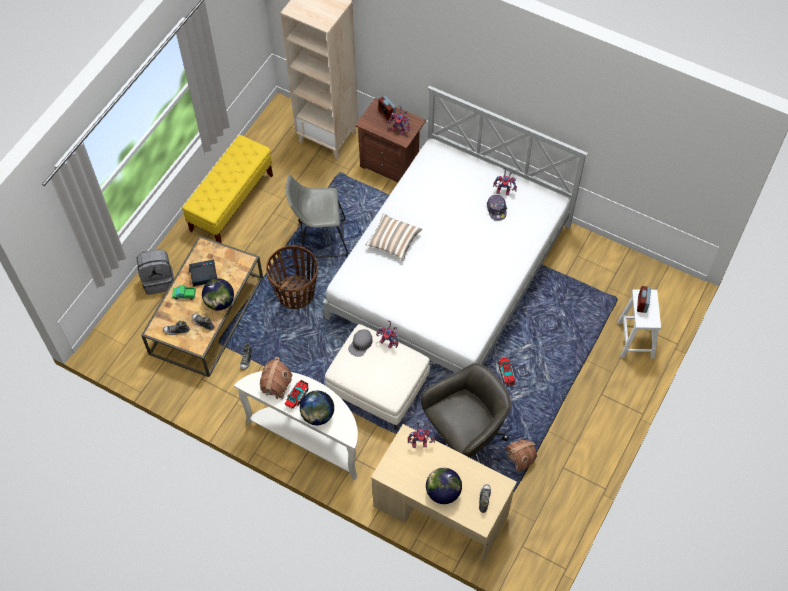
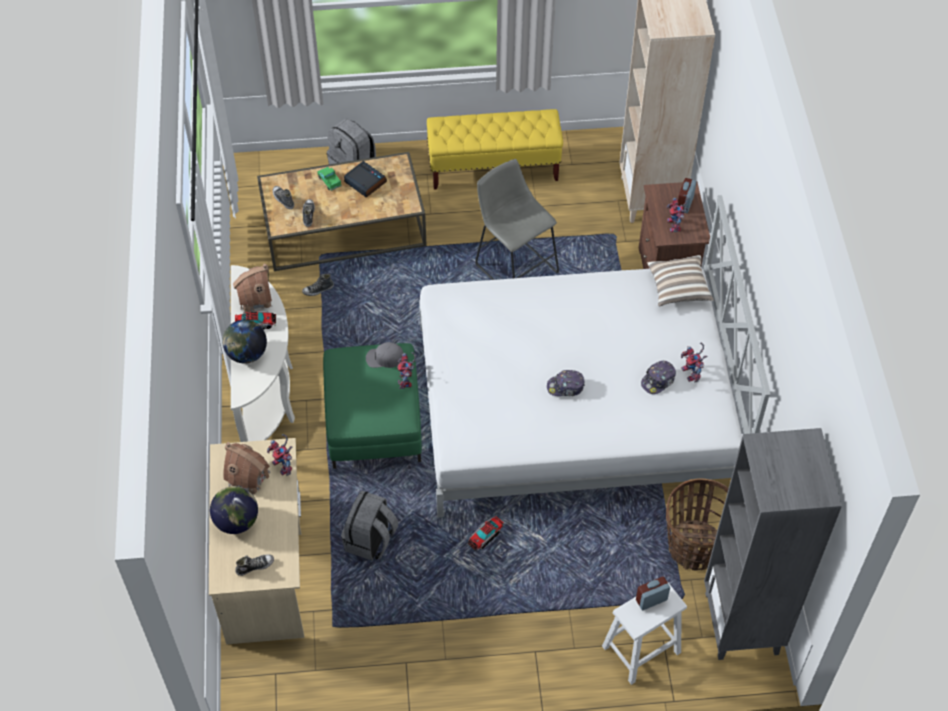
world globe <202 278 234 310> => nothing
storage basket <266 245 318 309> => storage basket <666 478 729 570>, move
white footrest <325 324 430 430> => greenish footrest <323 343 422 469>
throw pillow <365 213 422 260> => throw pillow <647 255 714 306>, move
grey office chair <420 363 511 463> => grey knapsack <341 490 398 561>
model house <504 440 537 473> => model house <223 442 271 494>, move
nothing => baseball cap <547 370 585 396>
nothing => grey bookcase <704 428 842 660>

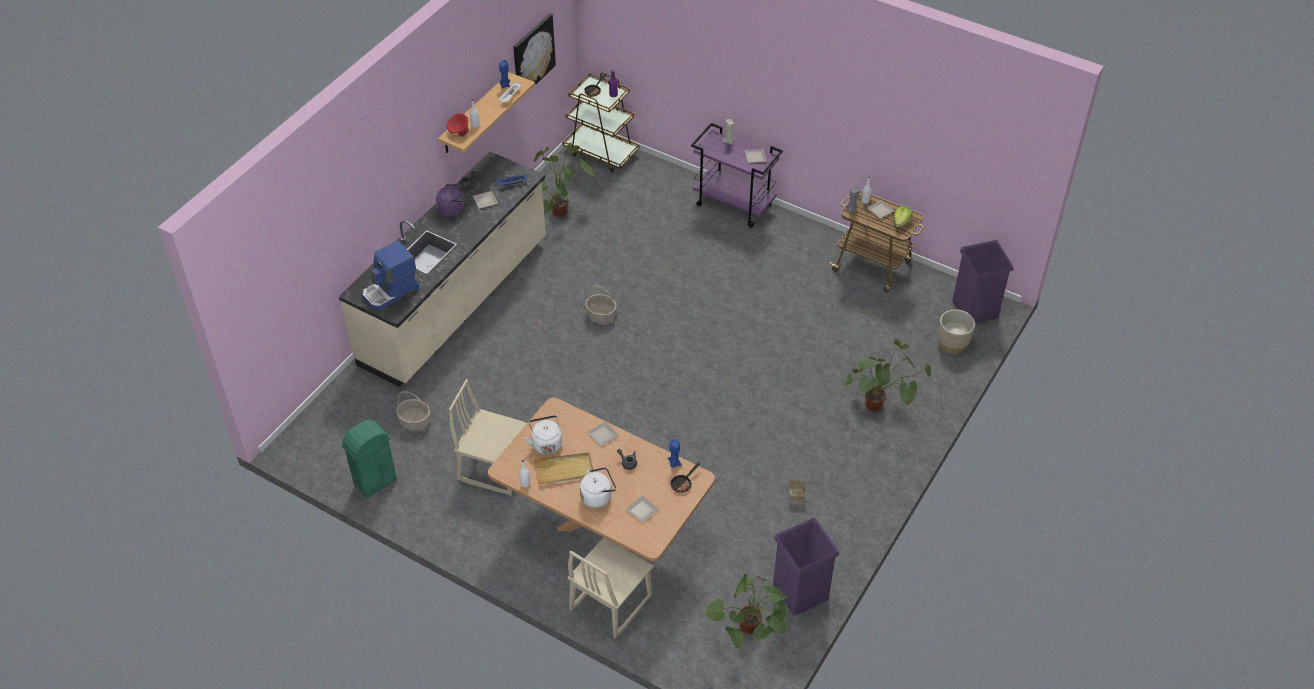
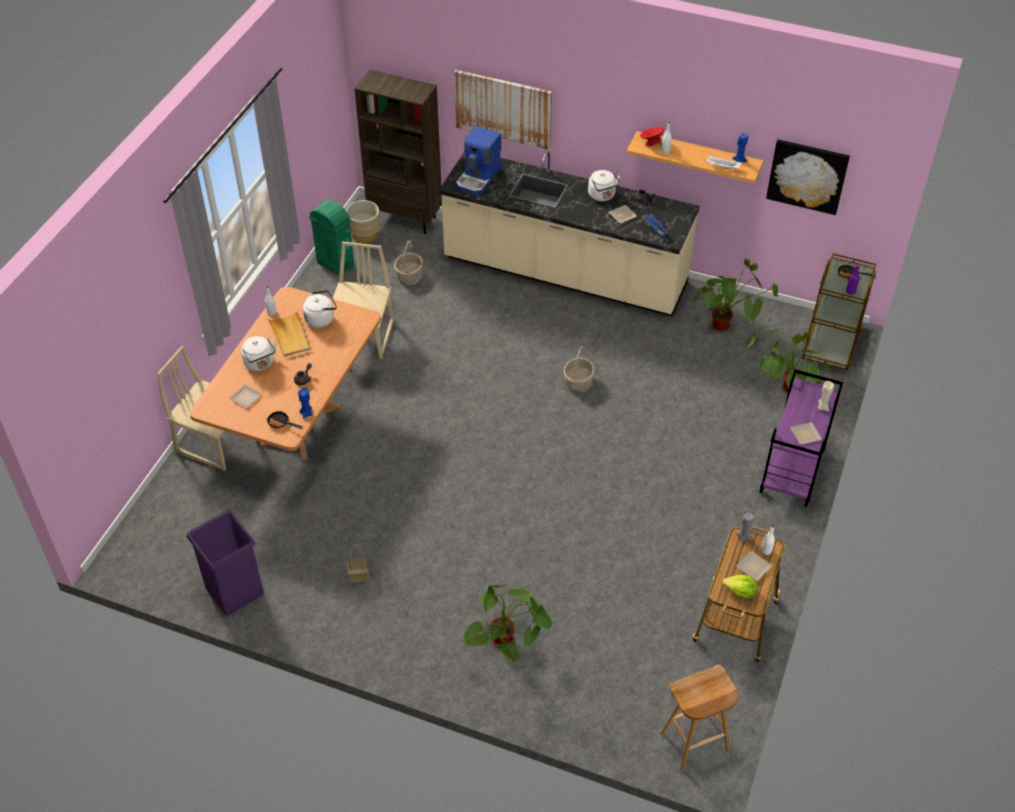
coffee brewer <363 240 419 310> => coffee brewer <456 126 502 195>, 105 degrees counterclockwise
purple-coloured water kettle <436 184 465 217> => white water kettle <588 170 621 201>
dinner plate <587 421 619 446> => nothing
potted plant <704 574 787 649> => potted plant <745 328 830 394>, move
beige-coloured planter <938 309 975 354> => beige-coloured planter <346 200 380 243>, move
purple-coloured rubbish bin <952 240 1013 323> => brown-coloured stool <660 665 738 771>
nothing => brown-coloured bookcase <354 70 442 234>
nothing => picture <454 70 552 150>

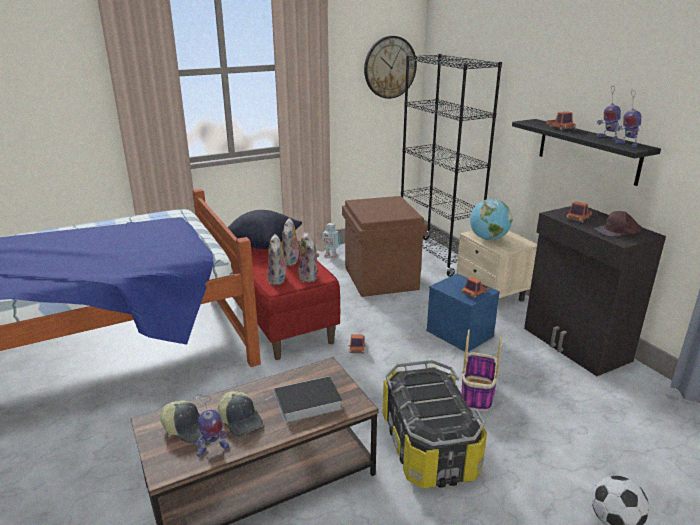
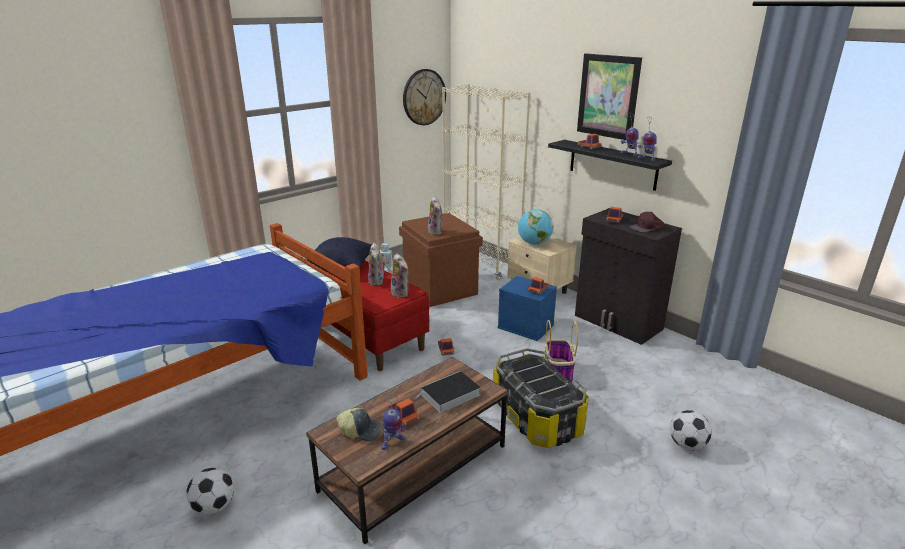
baseball cap <218 391 263 437> => toy lorry <387 398 420 426>
cuddly toy <267 234 289 285> => cuddly toy <428 196 444 235>, move
blackish bookcase <401 54 502 277> => beige-coloured bookcase <442 84 531 280>
nothing => ball for football <186 468 234 515>
nothing => picture <577 53 642 140>

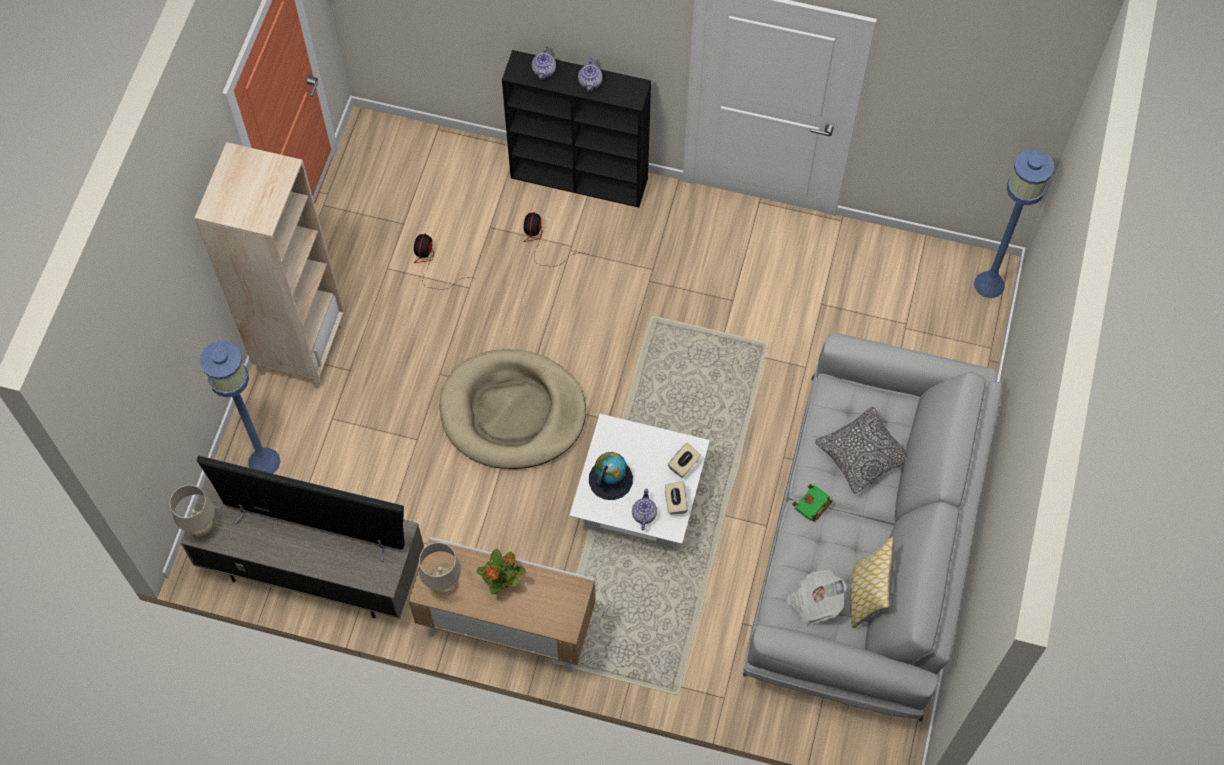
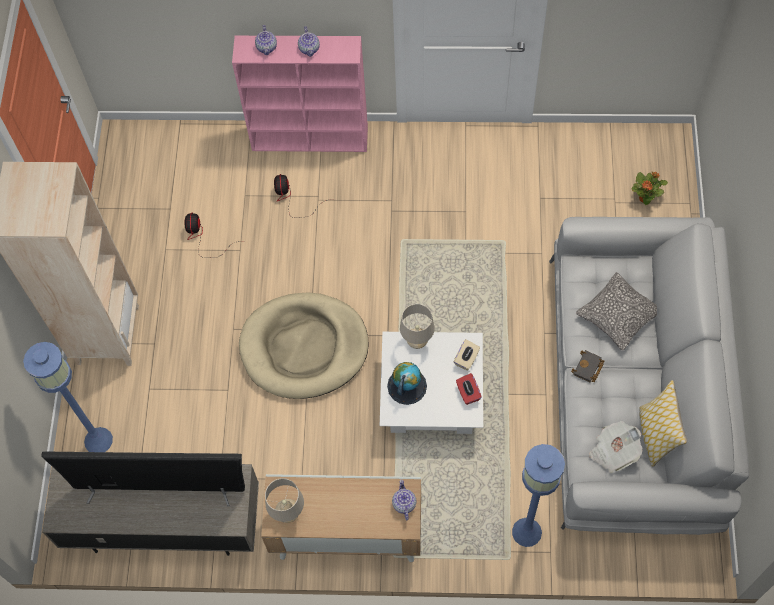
beige-coloured tabletop lamp <170 485 215 536> => beige-coloured tabletop lamp <400 304 435 349>, move
potted plant <476 549 526 594> => potted plant <632 172 668 205>, move
blackish bookcase <502 50 651 208> => pink bookcase <232 36 368 152>
tea pot <632 488 657 530> => tea pot <392 479 416 521>, move
beige-coloured box of tissues <665 481 688 515> => red-coloured box of tissues <456 373 482 405>
greenish volume <792 484 833 522> => blackish volume <571 350 605 382>
blue standard lamp <974 149 1054 298> => blue standard lamp <512 444 565 547>, move

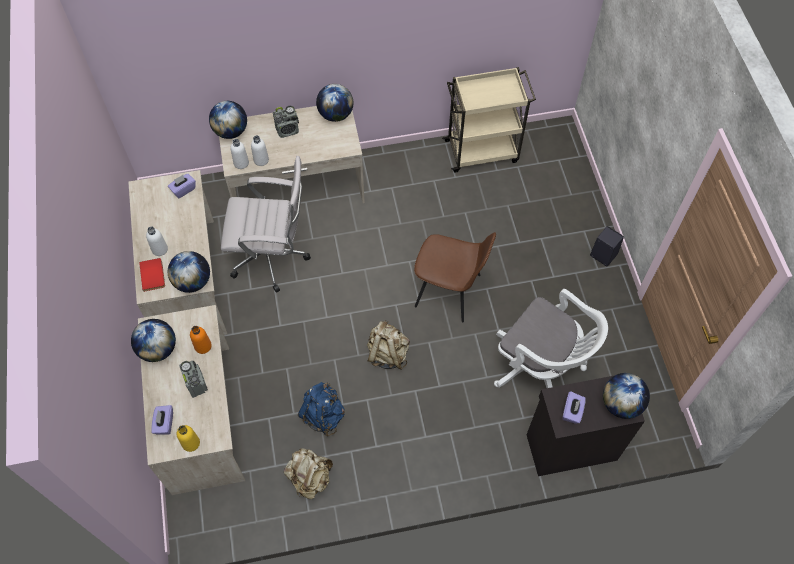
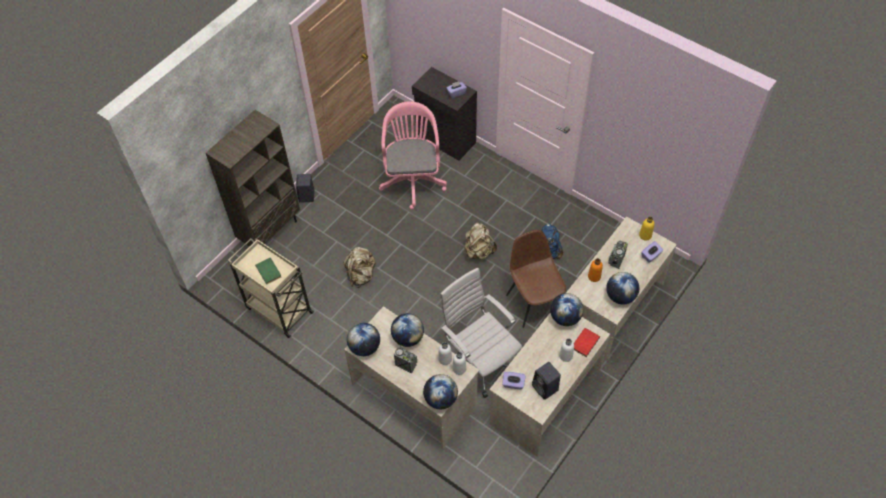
beige-coloured knapsack <284 448 333 499> => beige-coloured knapsack <343 247 376 288>, move
brown-coloured plain chair <414 232 496 322> => brown-coloured plain chair <506 230 566 328>, move
white office chair <494 289 608 388> => pink office chair <379 101 447 209>
world globe <603 373 650 419> => world globe <391 313 424 347>, move
nothing => brown-coloured bookcase <206 110 300 247>
nothing => greenish volume <255 258 281 285>
nothing => blackish speaker <532 362 561 400>

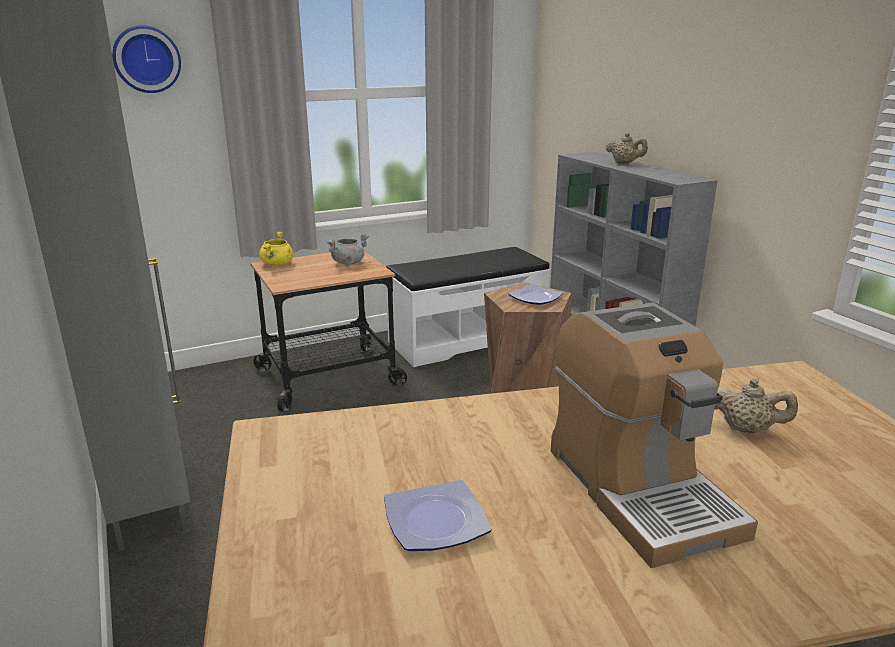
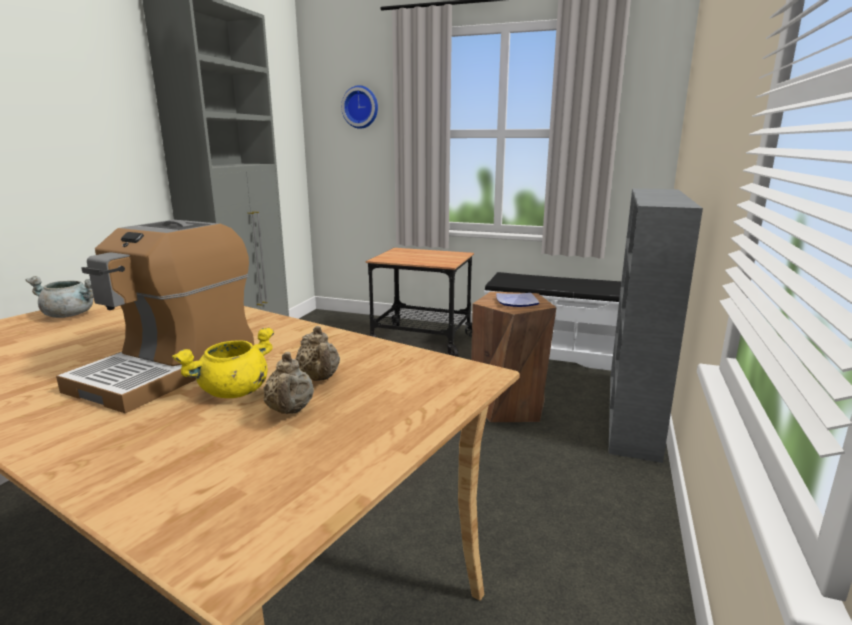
yellowish cooking pot <259 231 293 266> => yellowish cooking pot <172 327 274 398>, move
grey cooking pot <327 233 369 265> => grey cooking pot <26 276 94 318>, move
dinner plate <384 480 492 551> => nothing
beige-coloured tea pot <606 133 648 163> => beige-coloured tea pot <264 352 314 414>, move

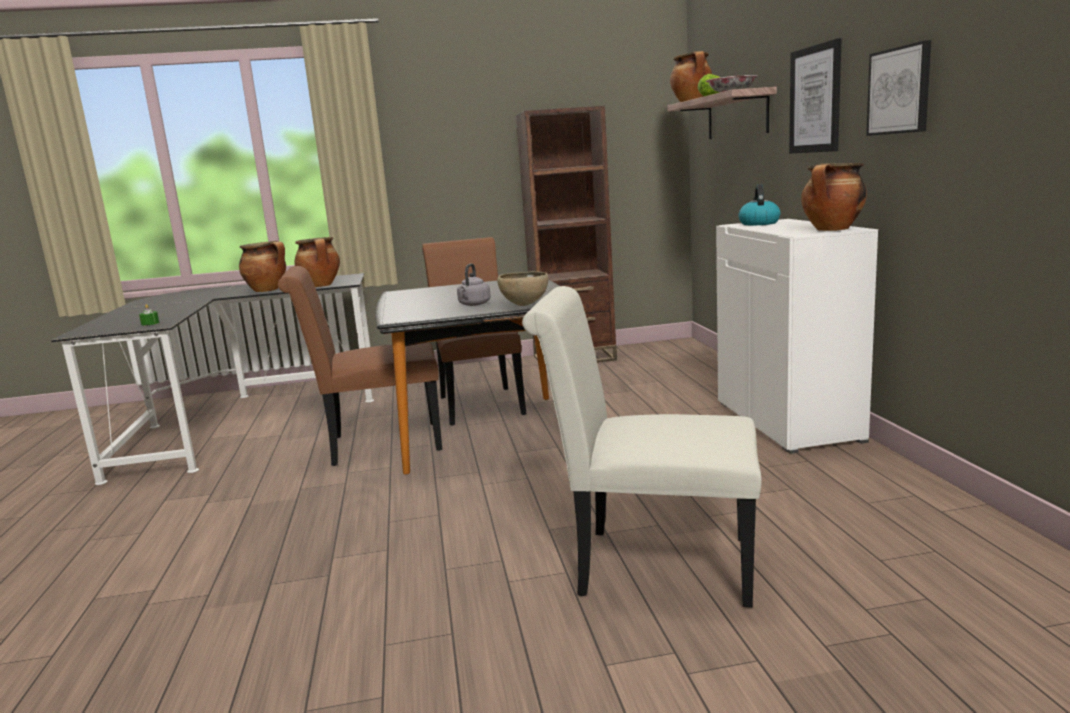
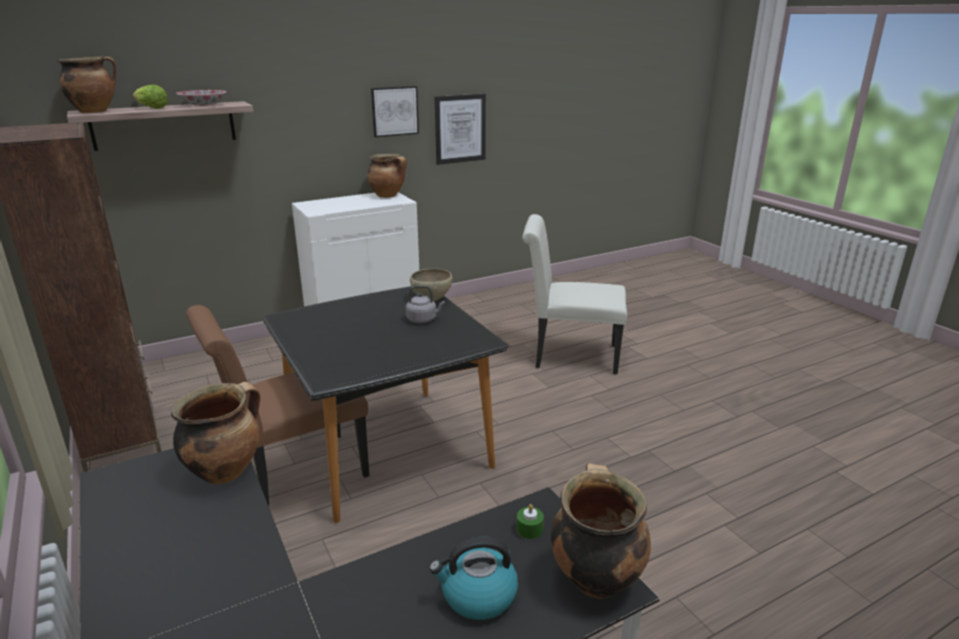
cooking pot <239 241 286 292> => cooking pot <551 463 651 599>, move
brown-coloured plain chair <278 266 442 466> => nothing
white plain chair <522 286 762 607> => white plain chair <522 214 627 374>, 105 degrees clockwise
water kettle <739 185 780 225> => water kettle <429 537 518 620>, move
picture <789 38 842 153> => picture <435 94 486 165>, move

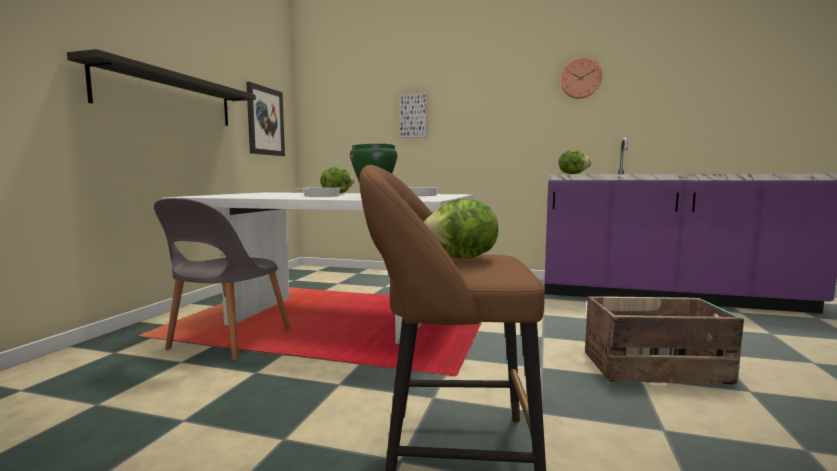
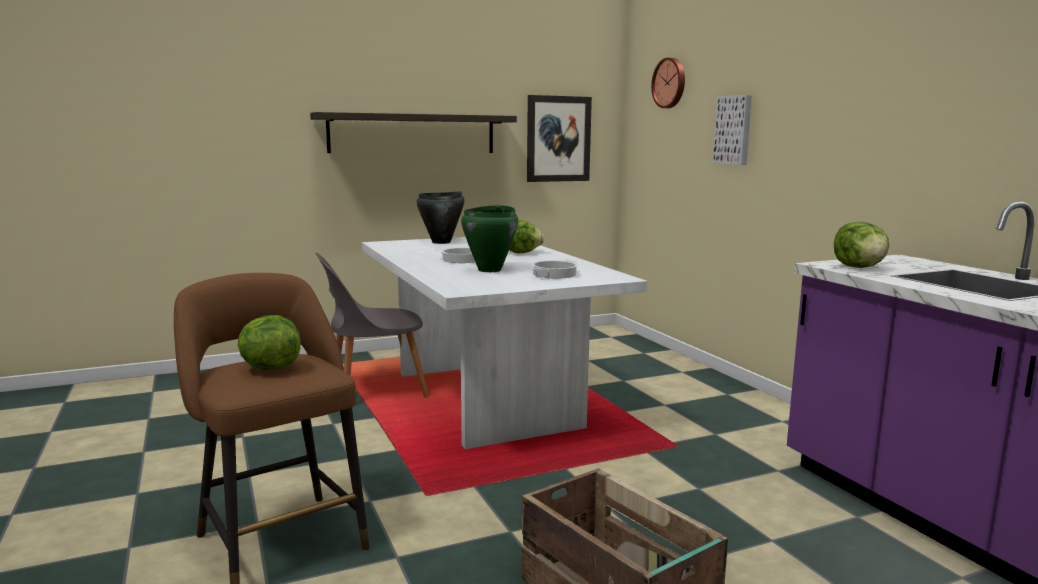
clock on the wall <561 58 602 99> => clock on the wall <651 58 685 108>, move
nothing => blackish cooking pot <416 191 464 244>

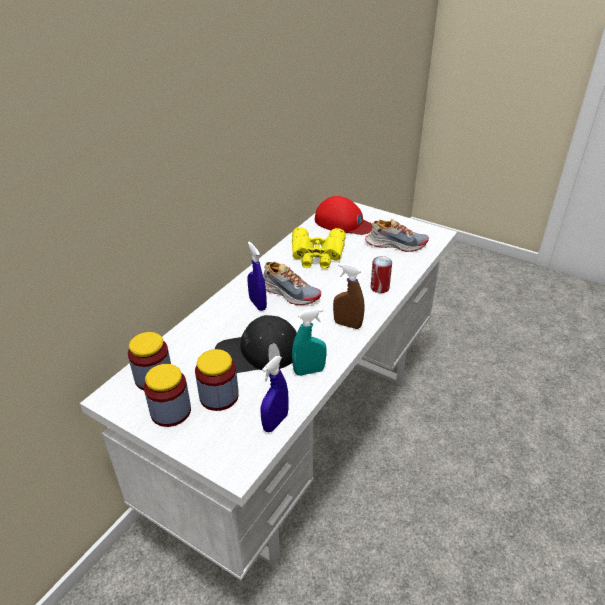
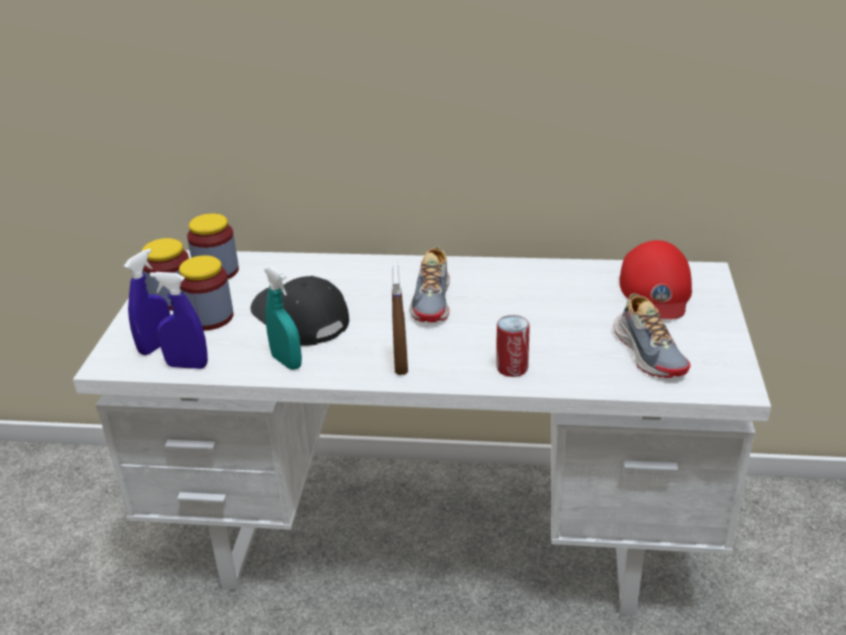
blue spray bottle <247 242 267 311> => blue spray bottle <124 248 170 355>, move
yellowish binoculars <292 227 345 269> => nothing

